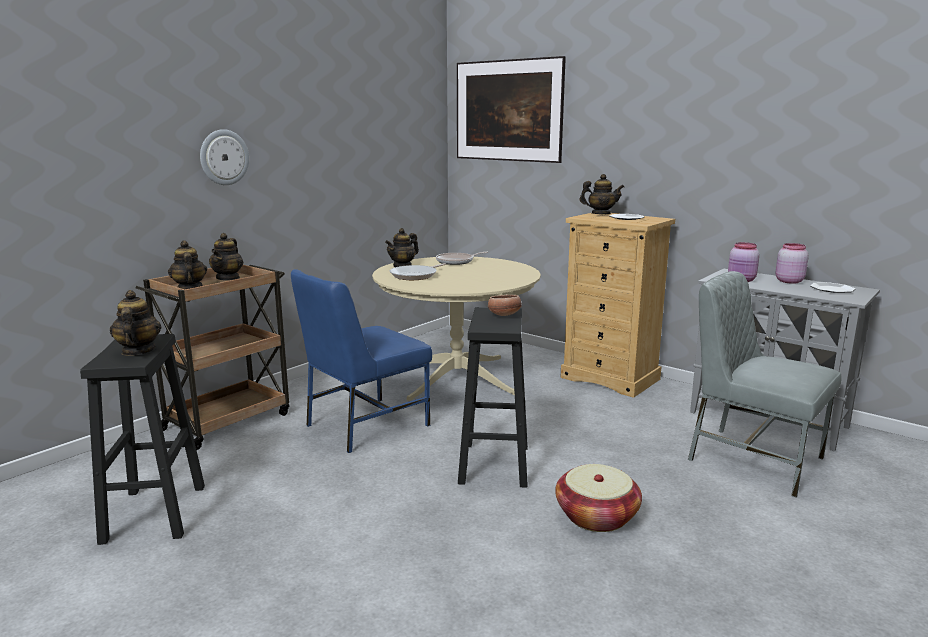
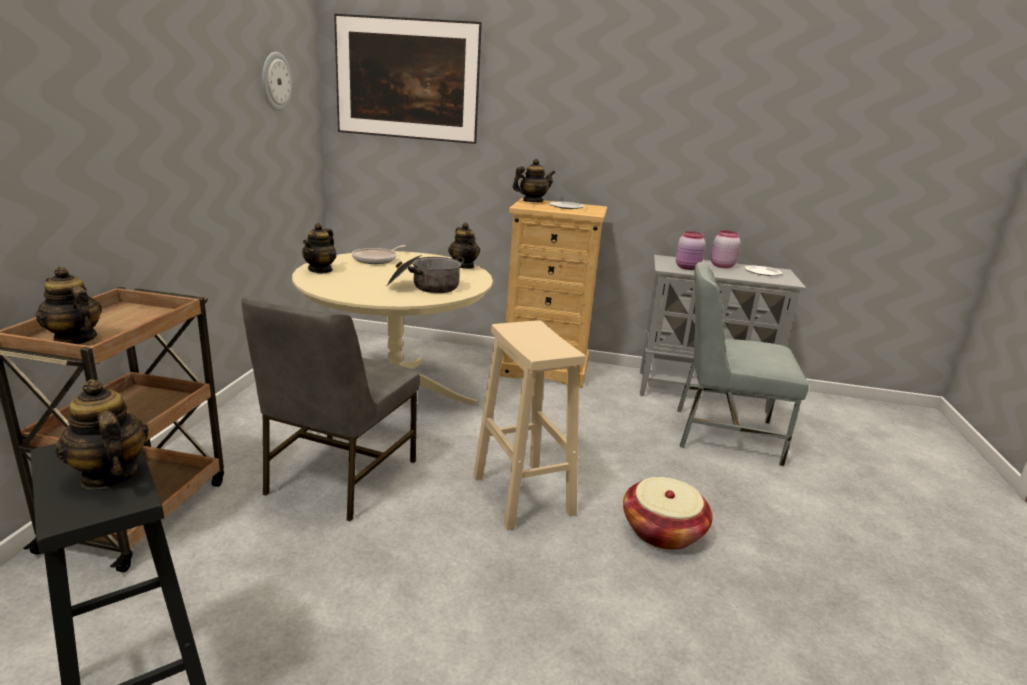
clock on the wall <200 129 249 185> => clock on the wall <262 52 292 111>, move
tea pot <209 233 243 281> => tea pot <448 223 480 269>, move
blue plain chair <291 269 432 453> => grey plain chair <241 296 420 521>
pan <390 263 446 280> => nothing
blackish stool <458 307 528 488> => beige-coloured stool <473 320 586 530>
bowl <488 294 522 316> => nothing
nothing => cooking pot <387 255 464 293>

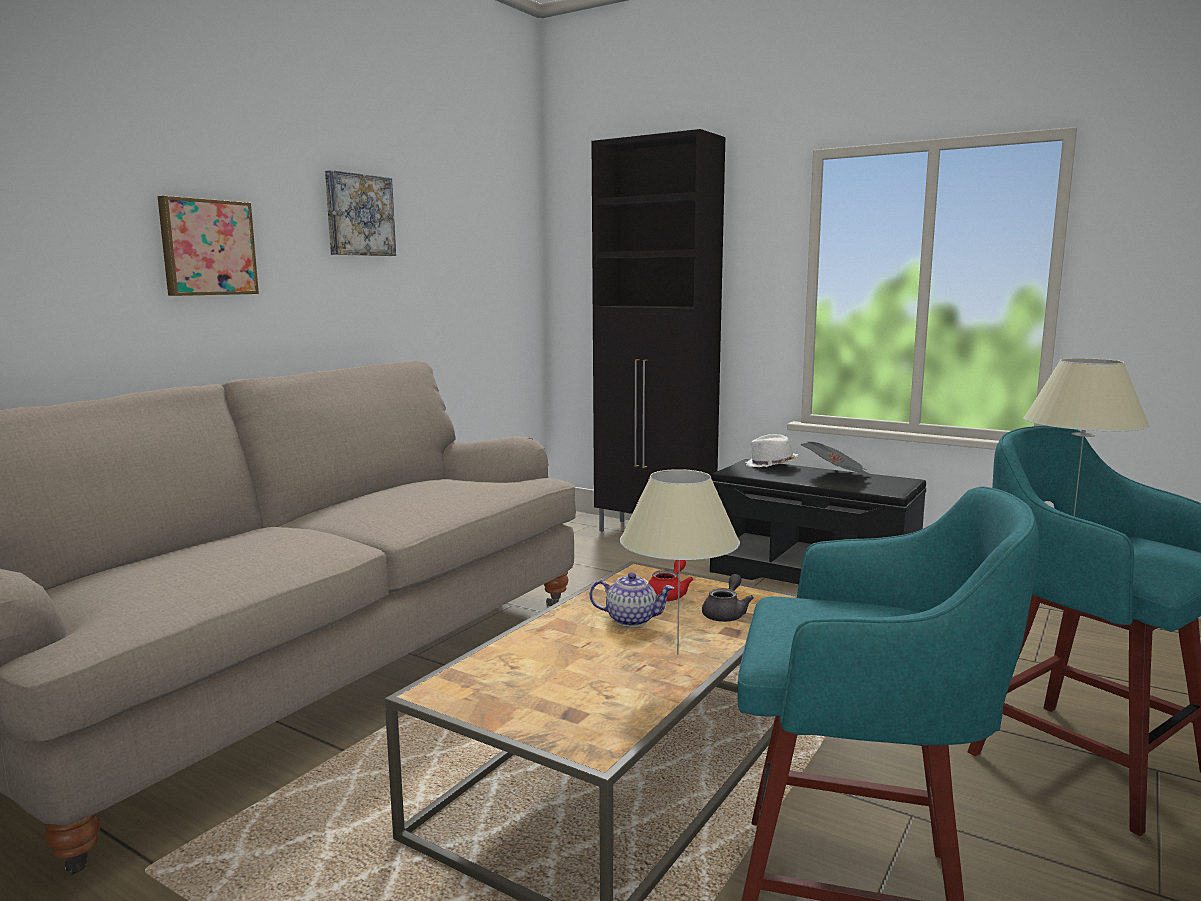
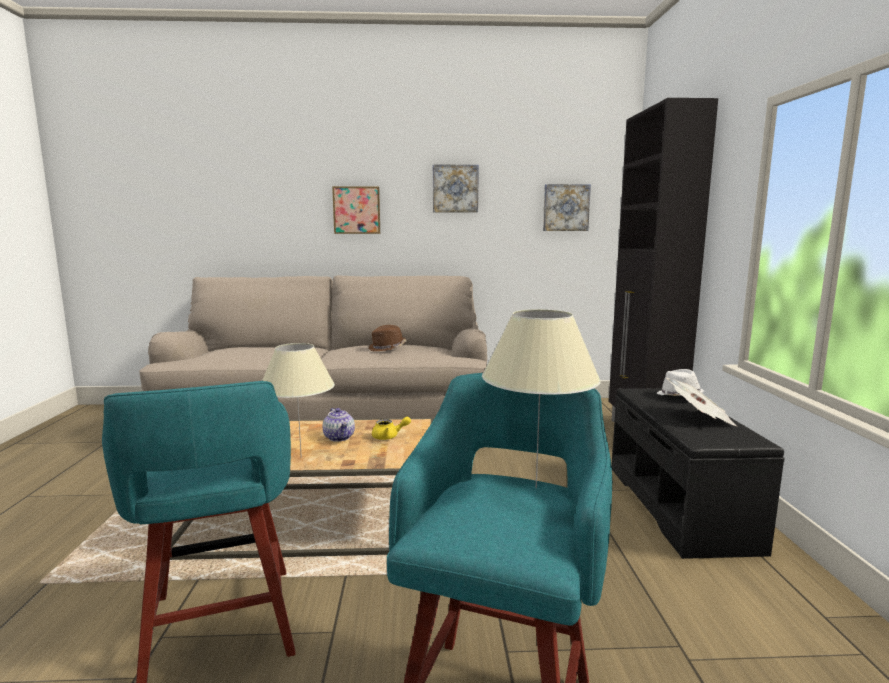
red-coloured tea pot <648 560 693 601> => yellowish tea pot <372 417 411 440>
grey tea pot <702 574 754 622> => nothing
nothing => brown-coloured hat <369 325 407 351>
nothing => picture <543 184 591 231>

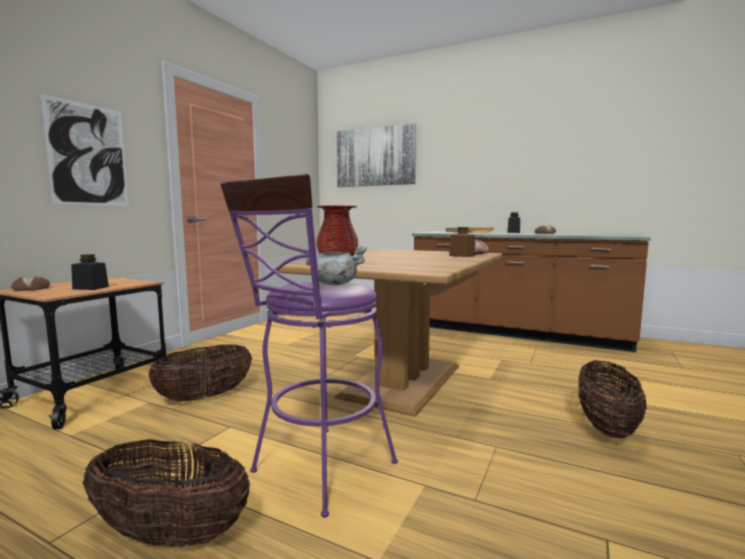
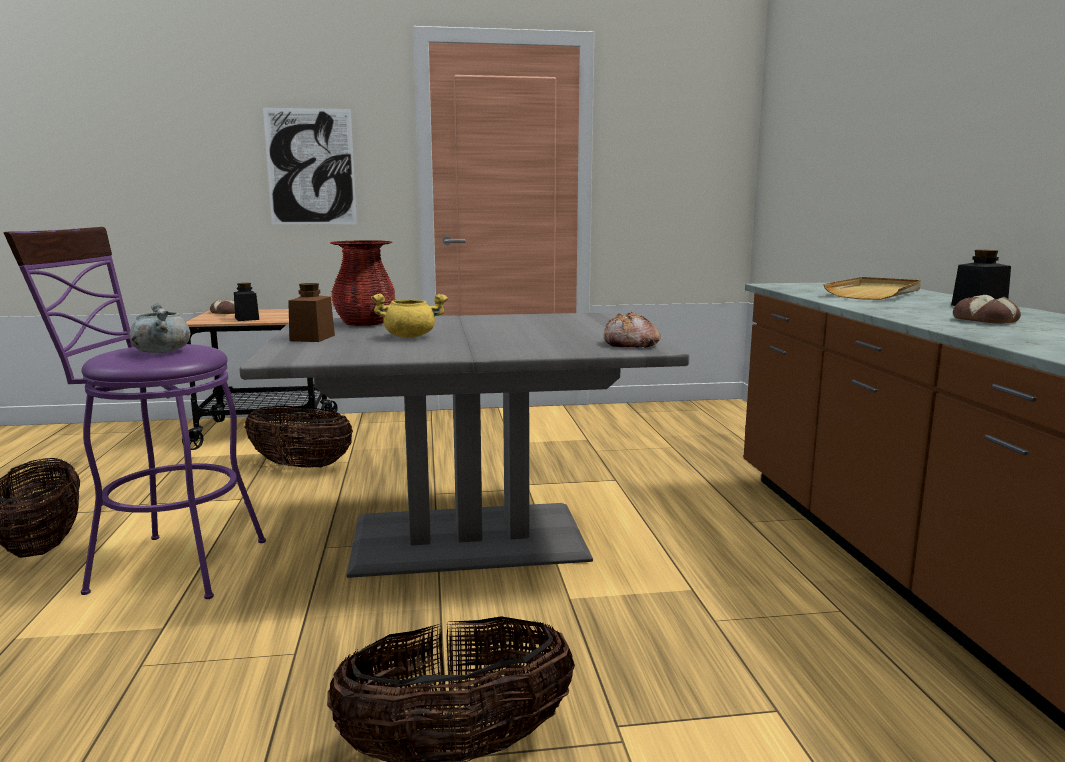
brown-coloured dinner table <277 249 503 417> => grey dinner table <239 312 689 578>
picture <337 123 416 187> => nothing
brown-coloured preserve jar <449 227 475 257> => brown-coloured preserve jar <288 283 335 342>, move
nothing => yellowish cooking pot <371 293 448 338>

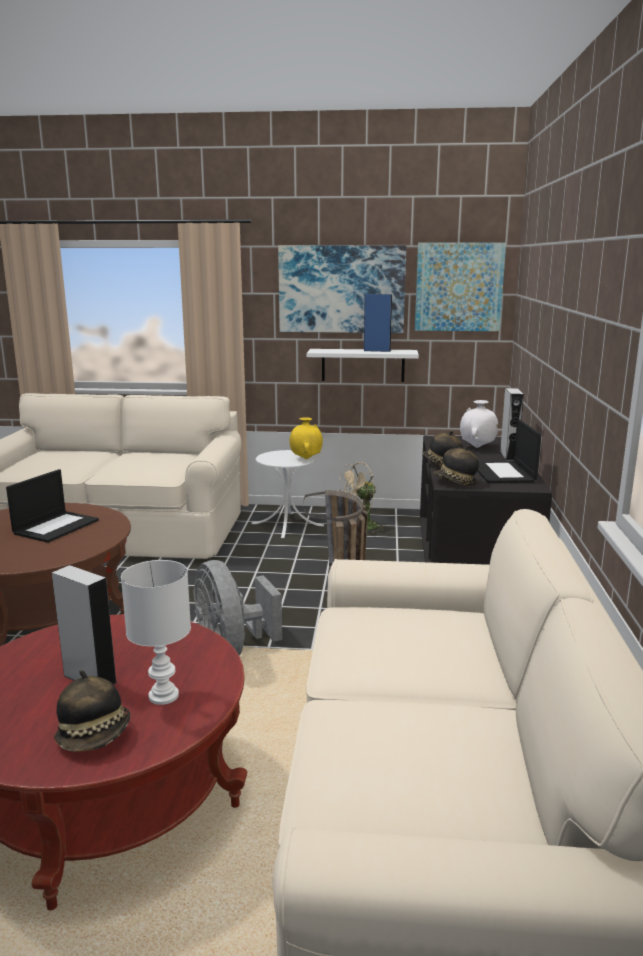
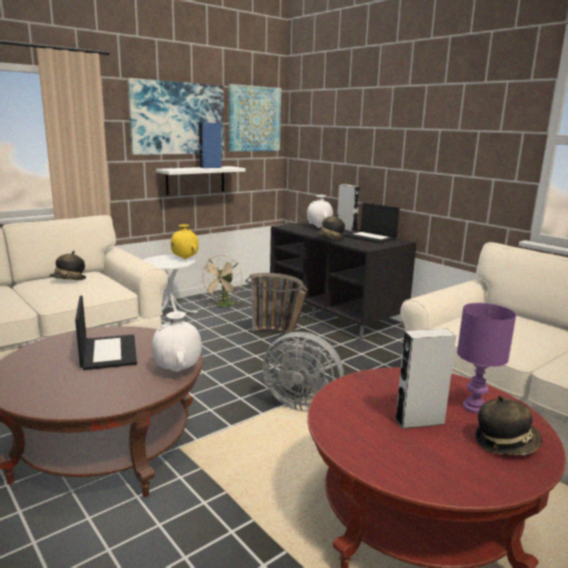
white tabletop lamp <121 560 191 705> => purple-coloured tabletop lamp <457 303 516 414>
hat <433 445 479 485> => hat <49 251 86 280>, move
nothing => white decorative vase <152 311 202 372>

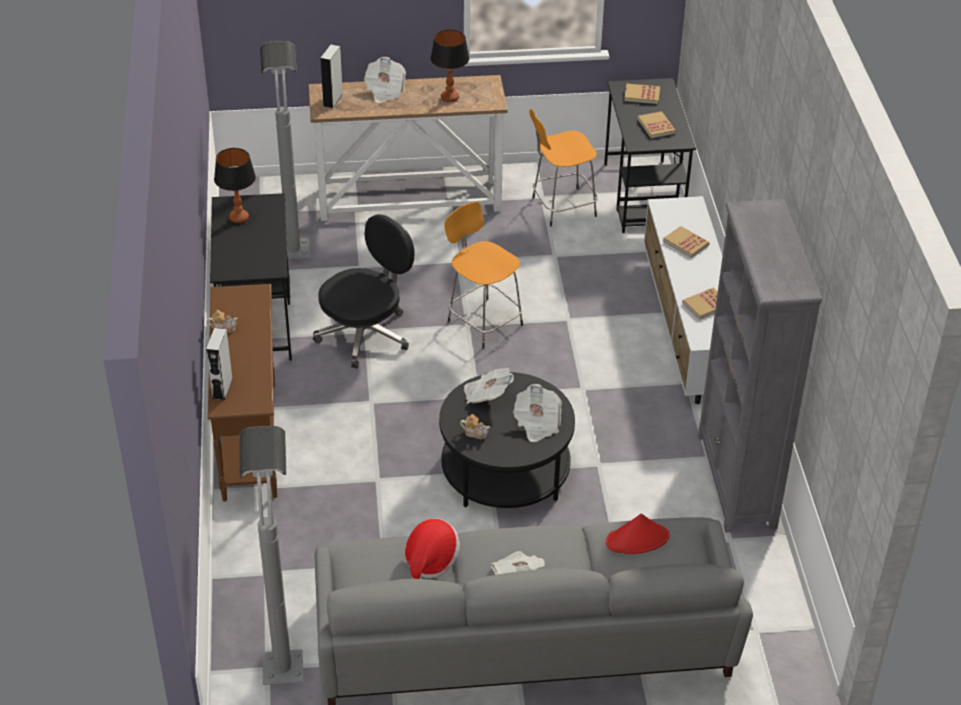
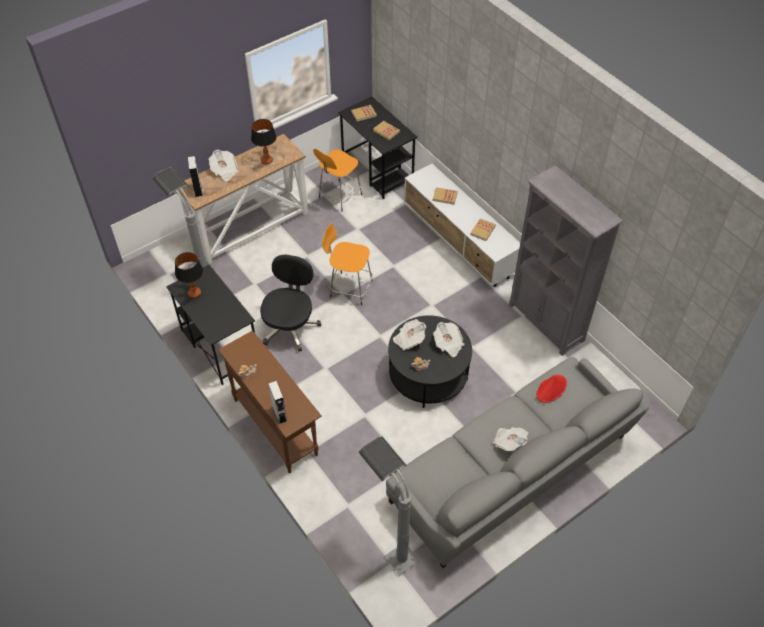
hat <405 518 460 579> => nothing

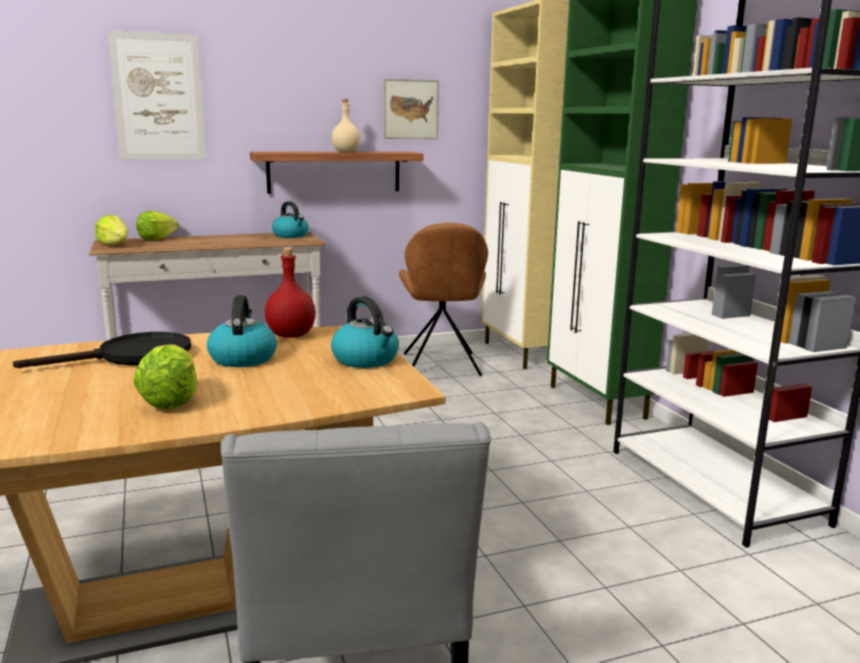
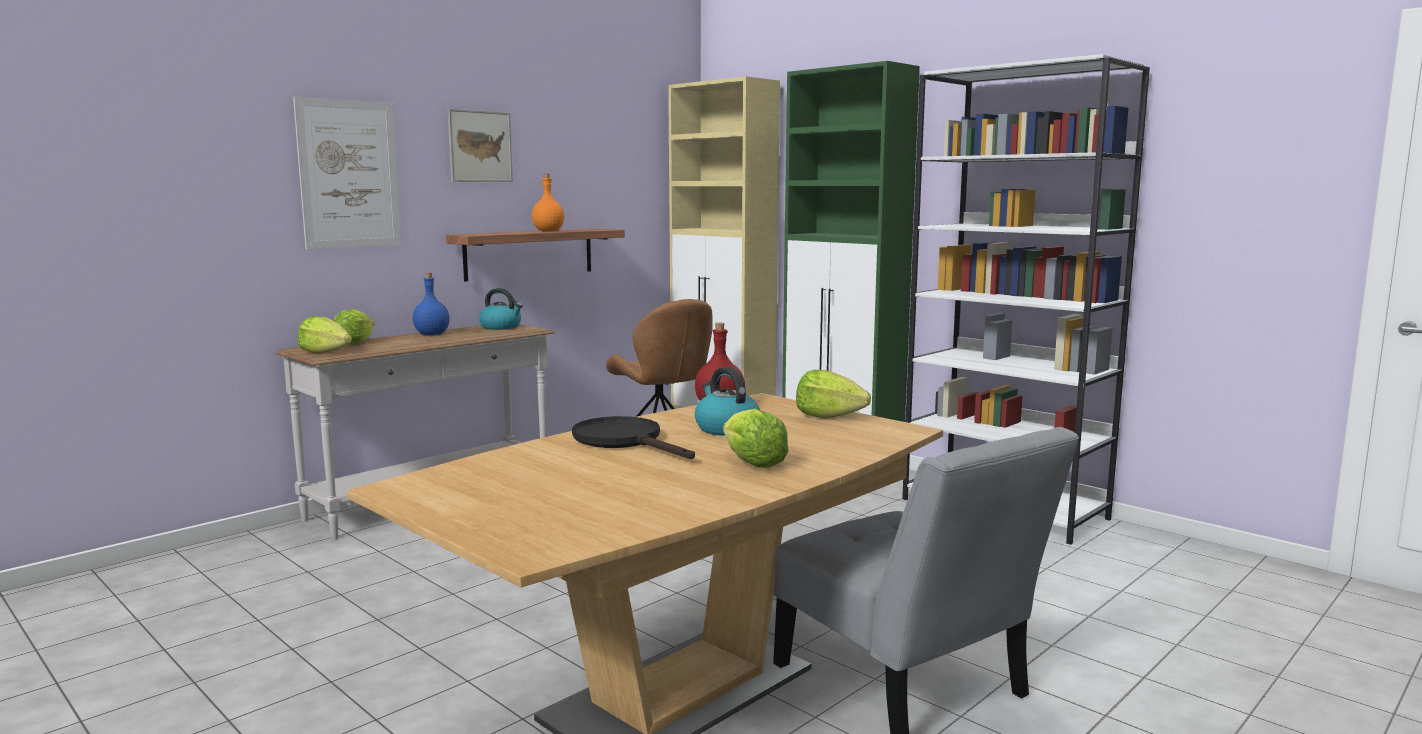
blackish pan <13 332 191 368> => blackish pan <572 416 695 459>, 75 degrees counterclockwise
beige-coloured beverage bottle <331 99 361 152> => orange beverage bottle <532 174 565 231>
water kettle <331 296 399 368> => lettuce head <796 370 871 418>
picture <383 78 439 139> => picture <448 109 513 182>, move
nothing => blue beverage bottle <413 273 450 335>

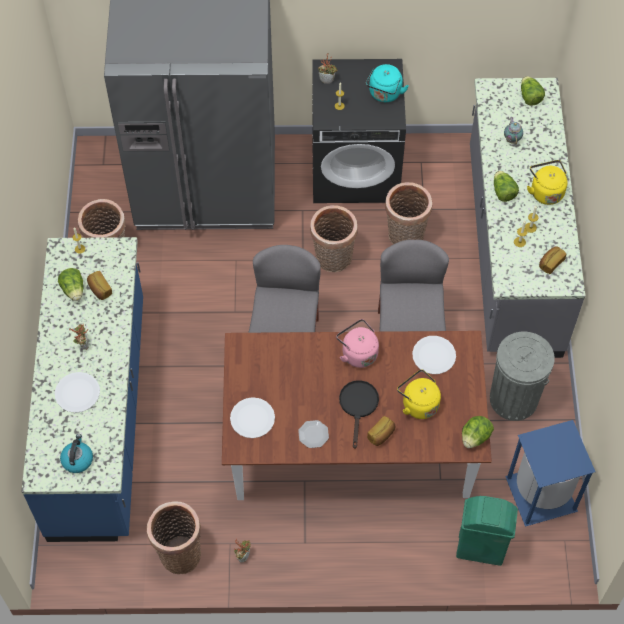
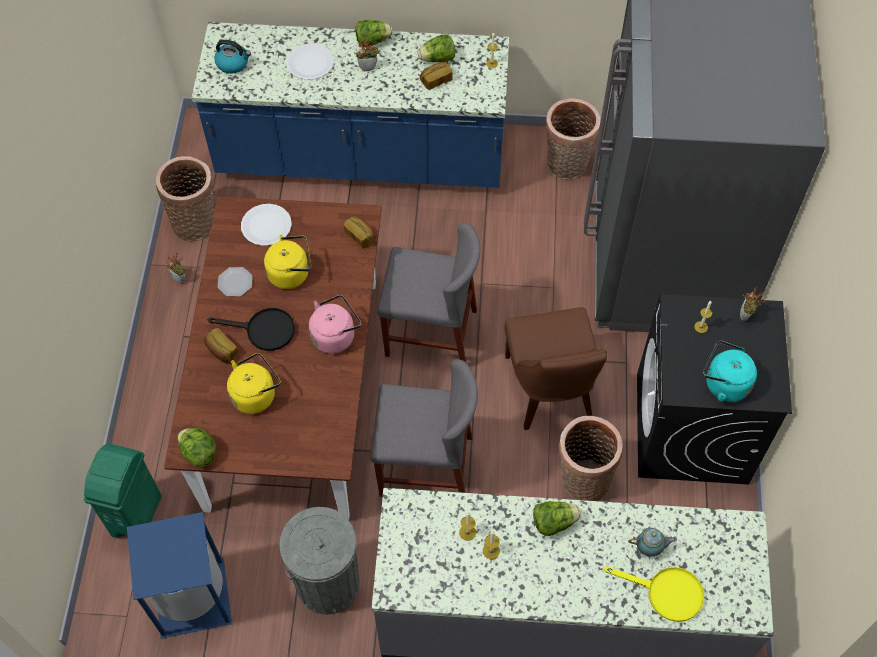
storage basket <310 205 358 272> => brown-coloured plain chair <505 307 607 430>
white dinner plate <412 336 456 374> => nothing
lettuce head <521 76 545 106> => lettuce head <355 20 393 47>, move
yellowish water kettle <527 160 568 205> => yellowish water kettle <264 234 311 289>, move
bread <539 246 566 274> => bread <343 216 376 249>, move
nothing => yellowish pan <604 566 704 622>

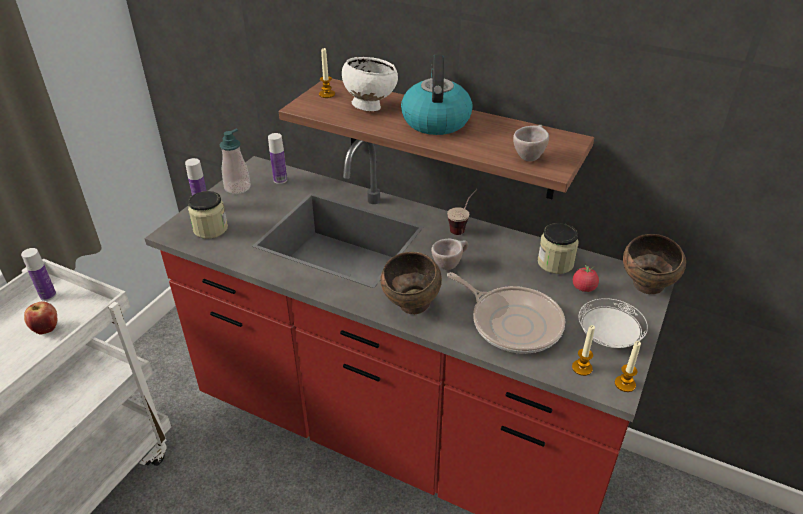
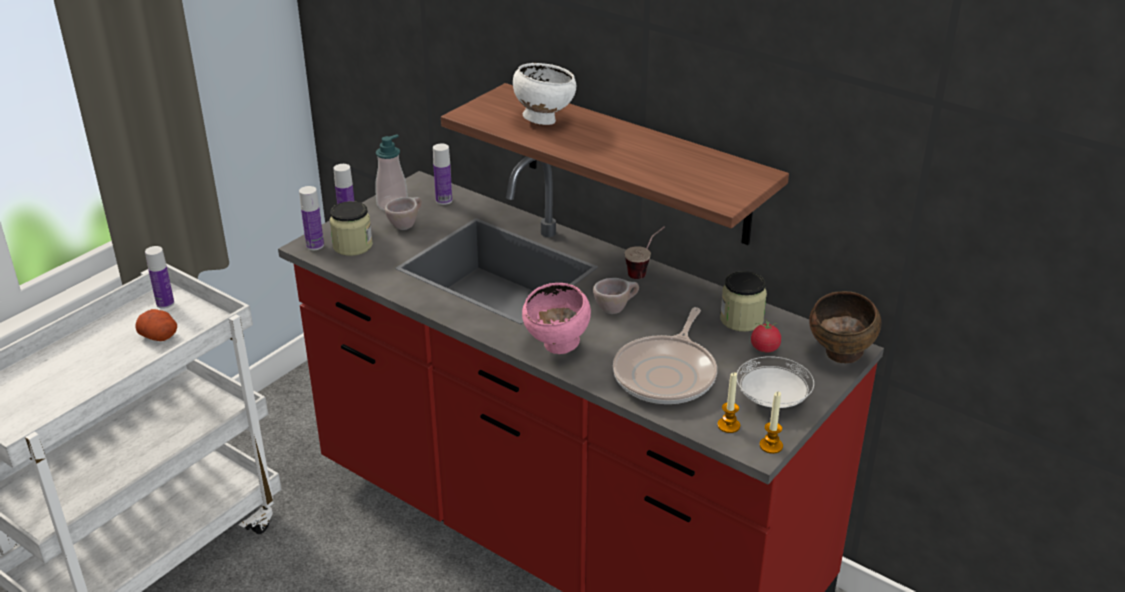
apple fruit <24 301 57 334> => potato <135 309 177 341>
candle <319 47 335 98> => nothing
brown-coloured bowl <380 252 442 314> => pink bowl <522 283 591 354>
water kettle <401 55 473 135> => nothing
pan <447 272 565 354> => pan <613 307 717 404>, 60 degrees clockwise
beige-coloured drinking cup <513 125 549 162> => beige-coloured drinking cup <385 197 422 230>, move
nothing => beverage bottle <299 186 324 250>

